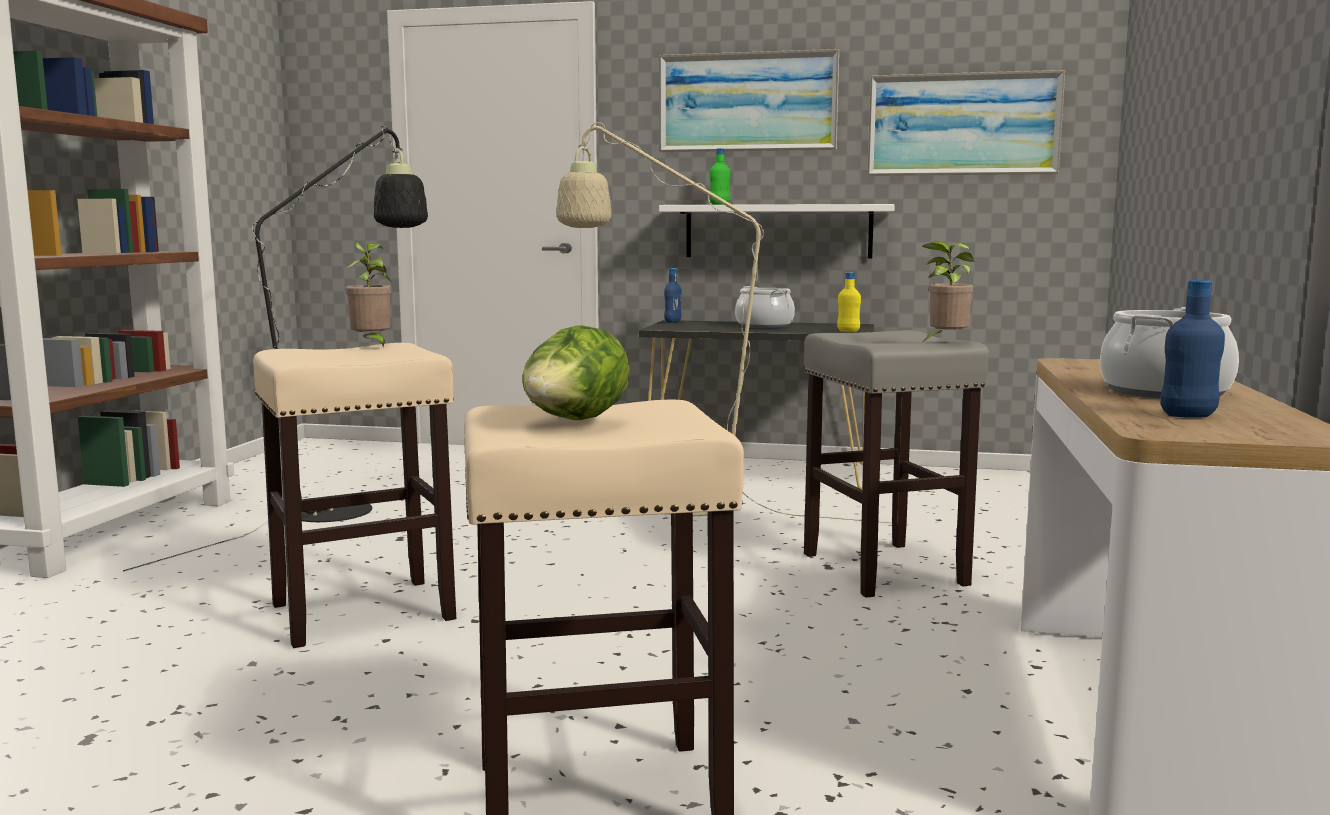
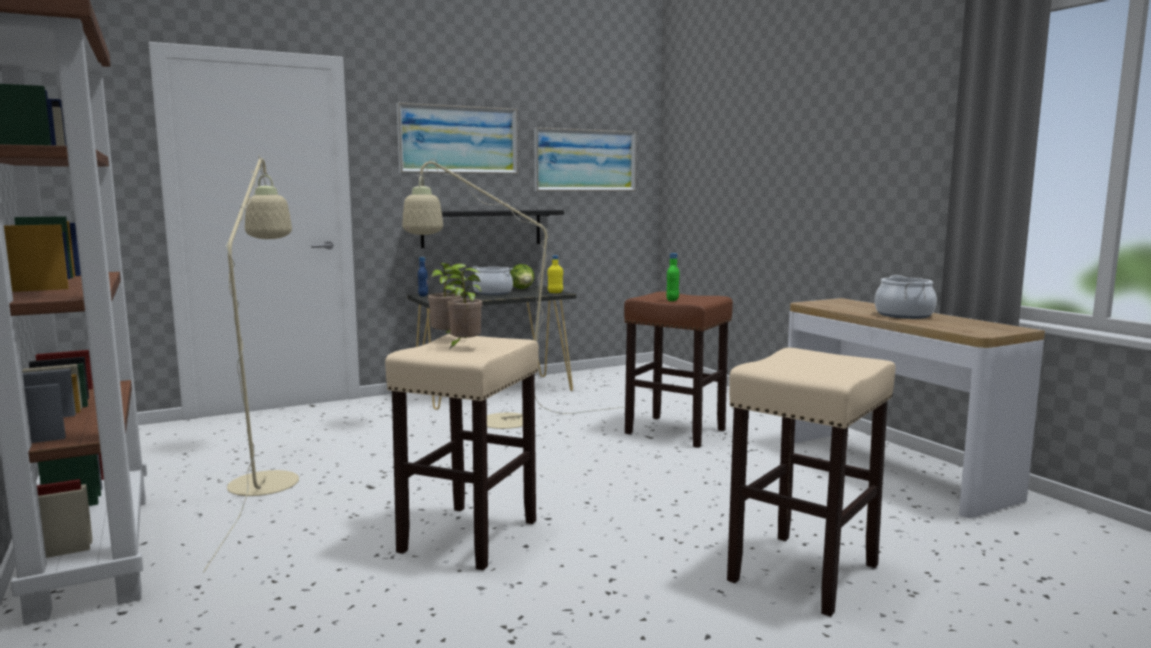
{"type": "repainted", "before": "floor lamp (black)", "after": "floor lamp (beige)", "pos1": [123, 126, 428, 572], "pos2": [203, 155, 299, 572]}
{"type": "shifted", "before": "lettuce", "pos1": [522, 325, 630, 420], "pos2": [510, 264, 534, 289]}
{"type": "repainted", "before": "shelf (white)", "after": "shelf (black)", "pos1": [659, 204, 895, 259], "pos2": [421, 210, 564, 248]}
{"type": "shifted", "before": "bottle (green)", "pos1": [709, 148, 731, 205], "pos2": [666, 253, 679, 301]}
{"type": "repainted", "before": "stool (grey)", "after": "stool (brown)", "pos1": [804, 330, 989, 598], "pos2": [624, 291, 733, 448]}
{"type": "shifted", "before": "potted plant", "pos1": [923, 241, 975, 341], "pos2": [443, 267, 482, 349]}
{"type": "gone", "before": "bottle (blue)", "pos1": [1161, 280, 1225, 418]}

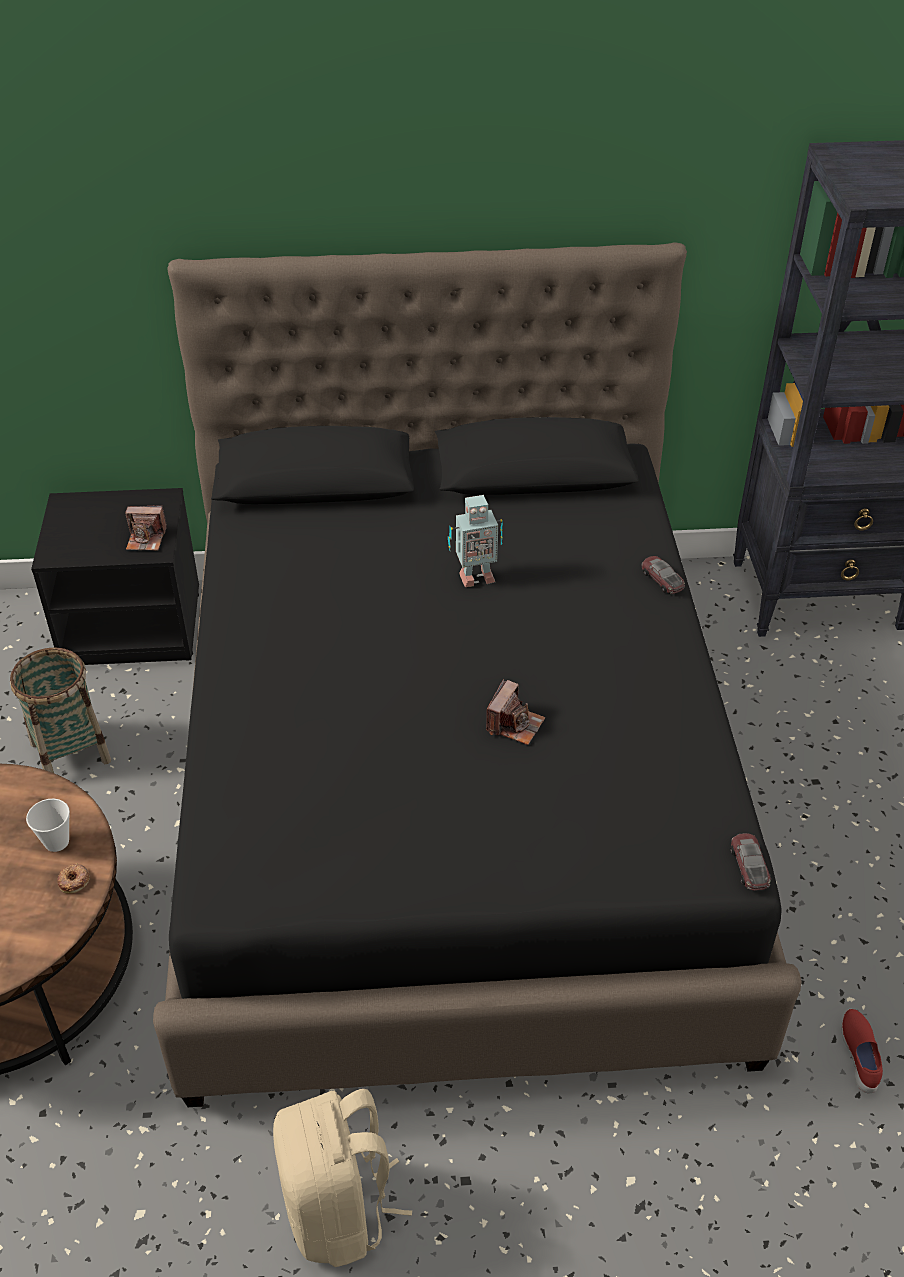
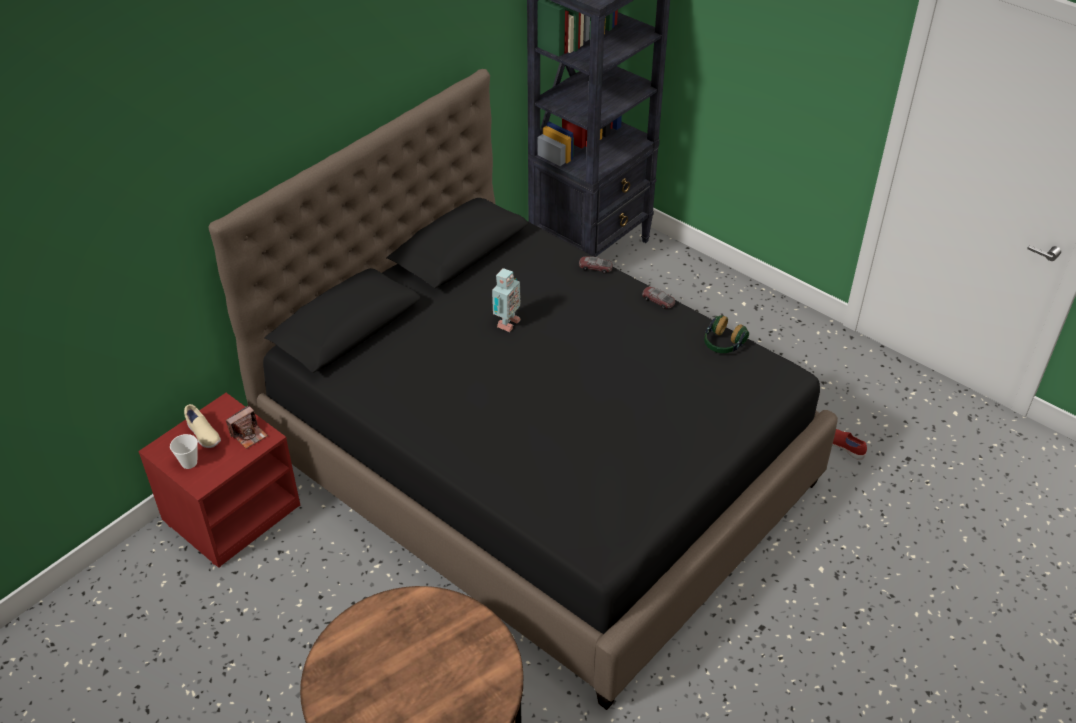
{"type": "gone", "before": "basket", "pos1": [10, 647, 111, 773]}
{"type": "shifted", "before": "cup", "pos1": [26, 799, 70, 852], "pos2": [170, 434, 198, 469]}
{"type": "repainted", "before": "nightstand (black)", "after": "nightstand (red)", "pos1": [31, 488, 199, 665], "pos2": [138, 393, 300, 568]}
{"type": "gone", "before": "donut", "pos1": [57, 863, 90, 894]}
{"type": "gone", "before": "backpack (beige)", "pos1": [273, 1089, 412, 1267]}
{"type": "gone", "before": "photo camera", "pos1": [486, 679, 545, 745]}
{"type": "shifted", "before": "toy car", "pos1": [730, 833, 771, 891], "pos2": [642, 287, 675, 309]}
{"type": "new", "after": "shoe (beige)", "pos2": [184, 404, 221, 448]}
{"type": "new", "after": "headphones", "pos2": [704, 315, 749, 353]}

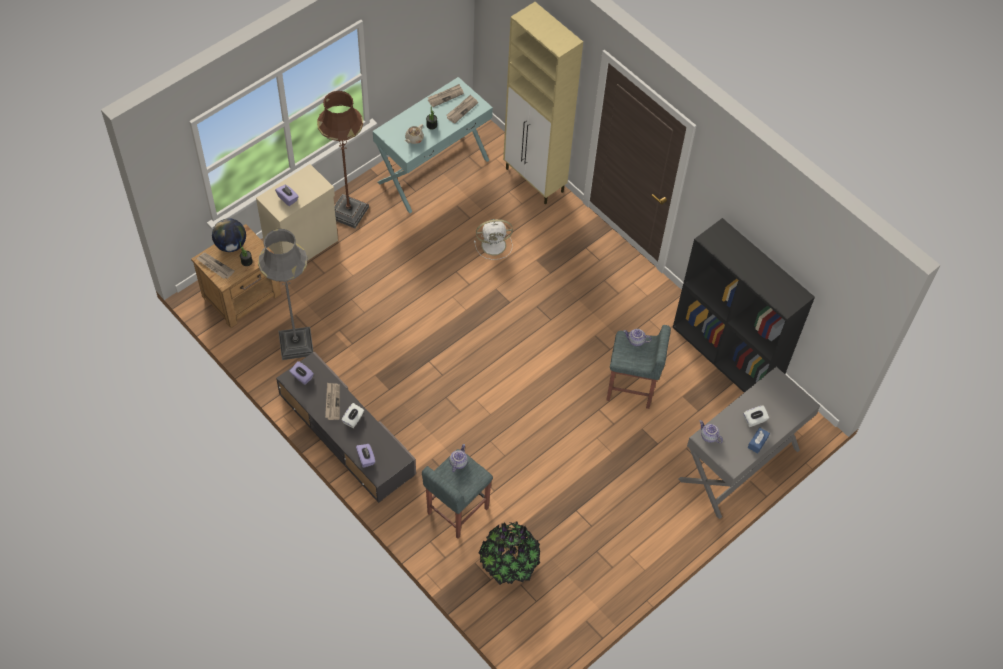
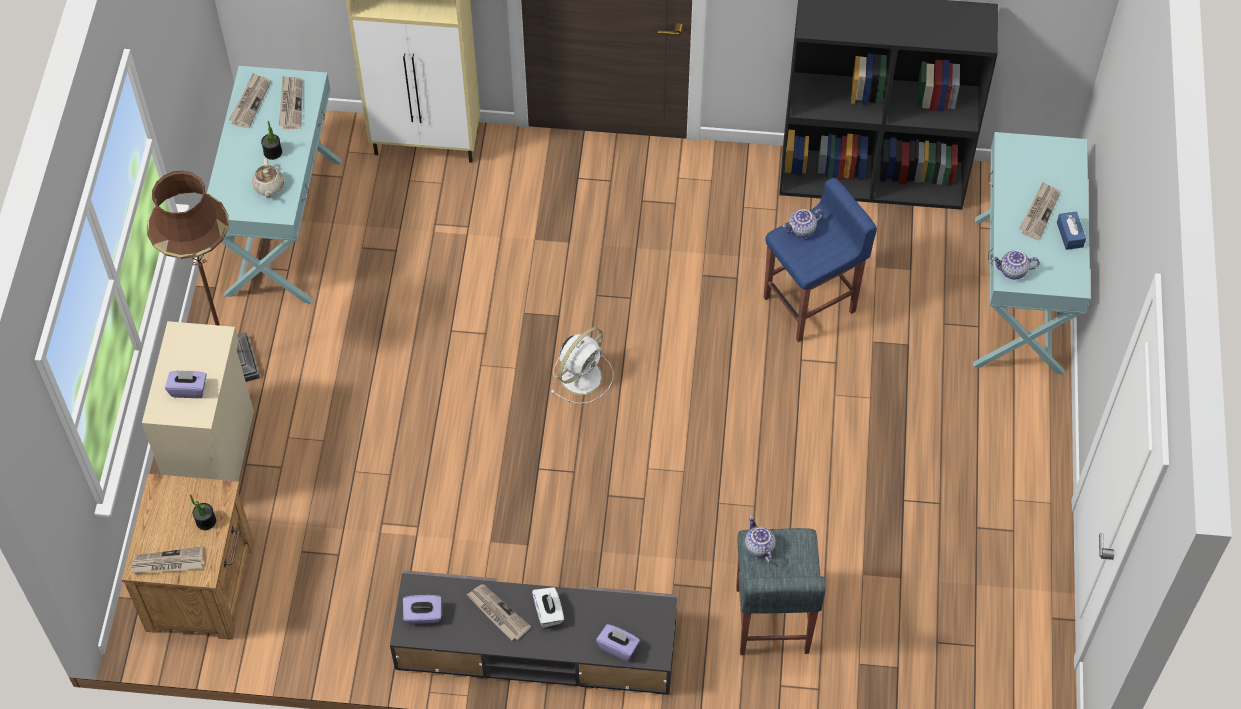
{"type": "gone", "before": "globe", "pos1": [212, 218, 246, 252]}
{"type": "gone", "before": "floor lamp (grey)", "pos1": [258, 229, 313, 360]}
{"type": "shifted", "before": "fan (white)", "pos1": [474, 219, 513, 260], "pos2": [551, 327, 613, 404]}
{"type": "gone", "before": "potted plant", "pos1": [479, 522, 540, 585]}
{"type": "repainted", "before": "stool (grey)", "after": "stool (blue)", "pos1": [606, 325, 671, 409], "pos2": [764, 178, 877, 342]}
{"type": "repainted", "before": "console table (grey)", "after": "console table (turquoise)", "pos1": [678, 367, 820, 519], "pos2": [973, 132, 1091, 374]}
{"type": "swapped", "before": "tissue box (white)", "after": "newspaper", "pos1": [743, 405, 769, 427], "pos2": [1019, 182, 1060, 240]}

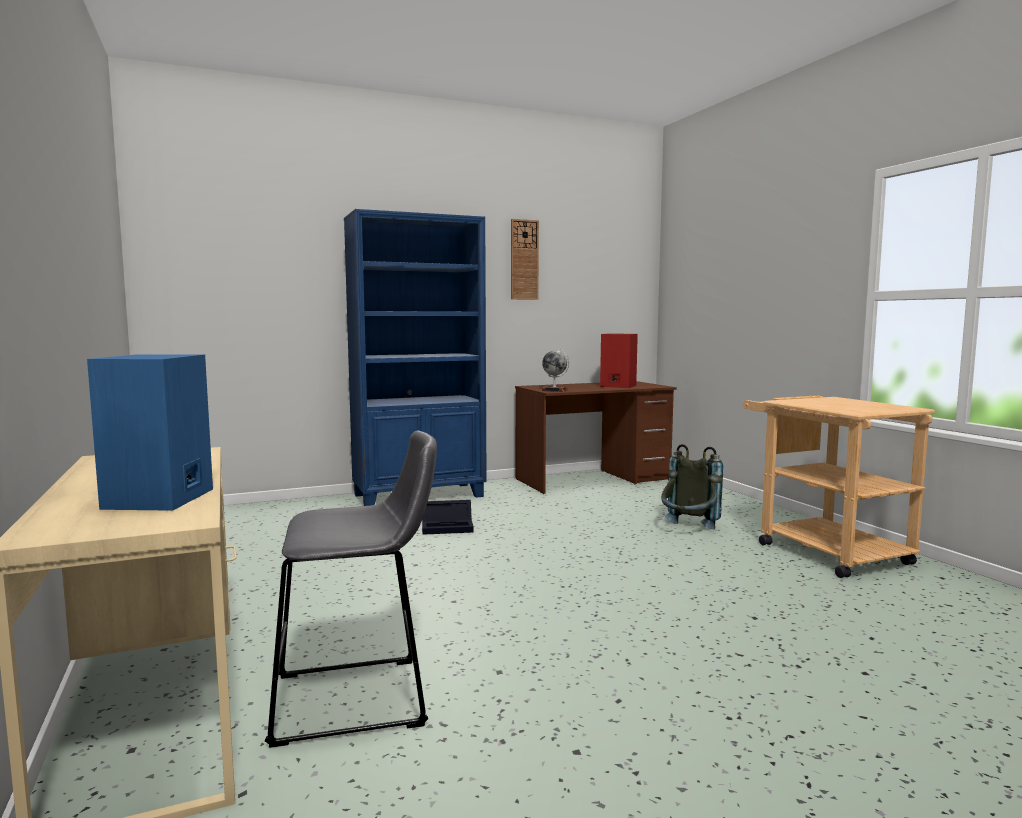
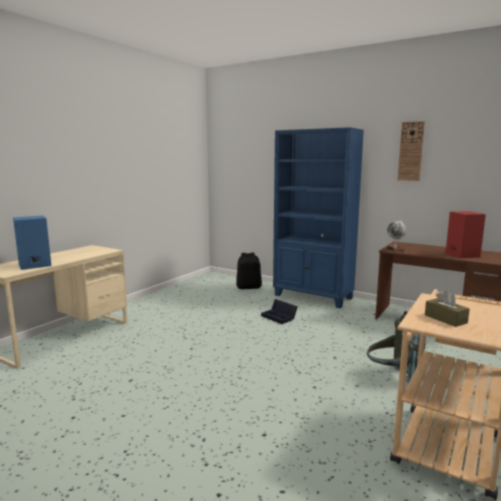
{"type": "gone", "before": "stool (grey)", "pos1": [265, 431, 437, 748]}
{"type": "new", "after": "backpack (black)", "pos2": [236, 252, 262, 289]}
{"type": "new", "after": "tissue box (brown)", "pos2": [425, 290, 470, 327]}

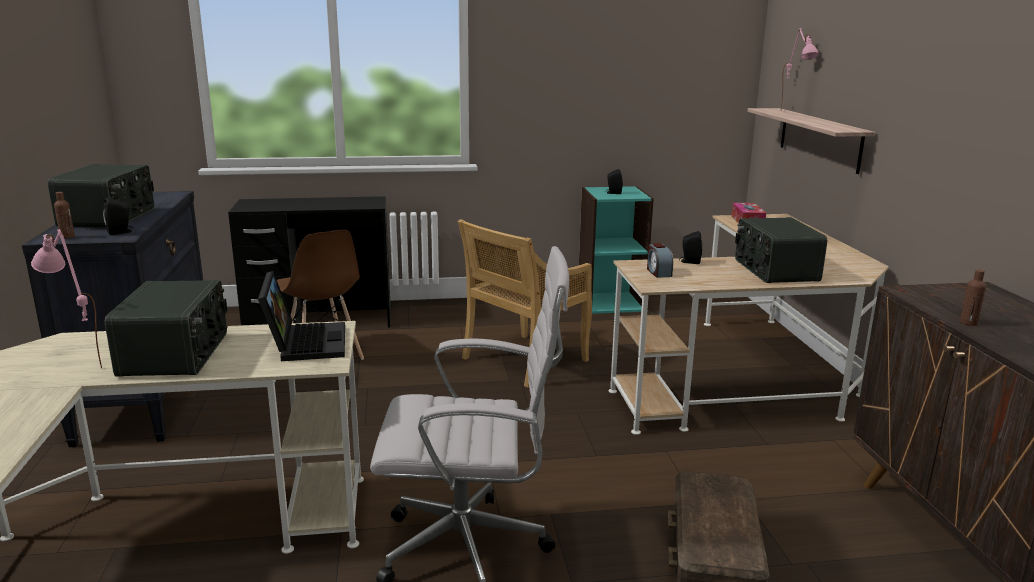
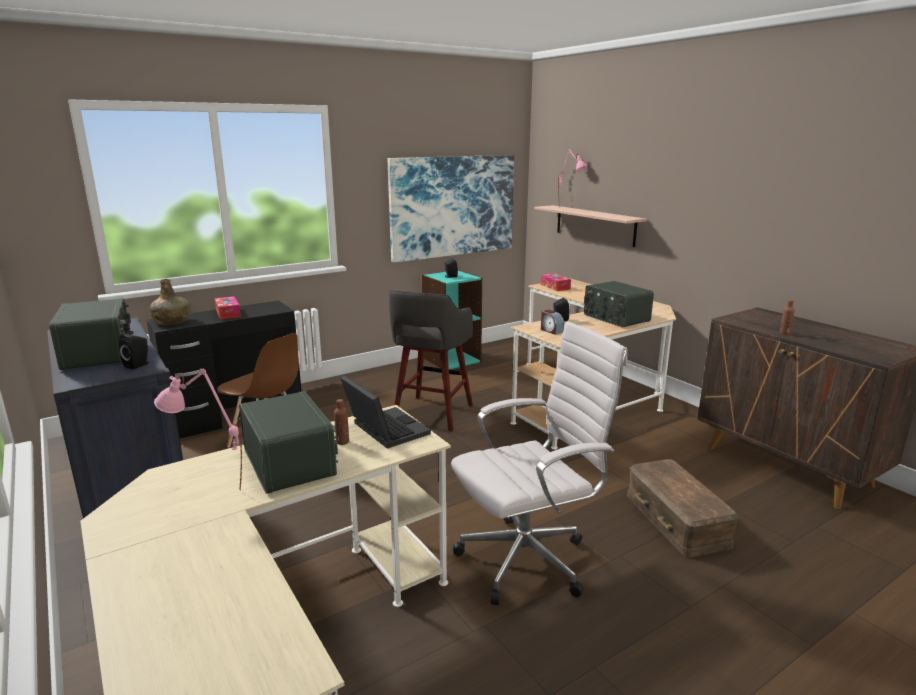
{"type": "shifted", "before": "bottle (brown)", "pos1": [54, 192, 75, 239], "pos2": [334, 399, 349, 445]}
{"type": "swapped", "before": "chair (beige)", "after": "stool (grey)", "pos1": [458, 219, 592, 388], "pos2": [389, 290, 473, 431]}
{"type": "new", "after": "bottle (green)", "pos2": [149, 279, 191, 325]}
{"type": "new", "after": "tissue box", "pos2": [214, 296, 241, 320]}
{"type": "new", "after": "picture", "pos2": [388, 155, 514, 262]}

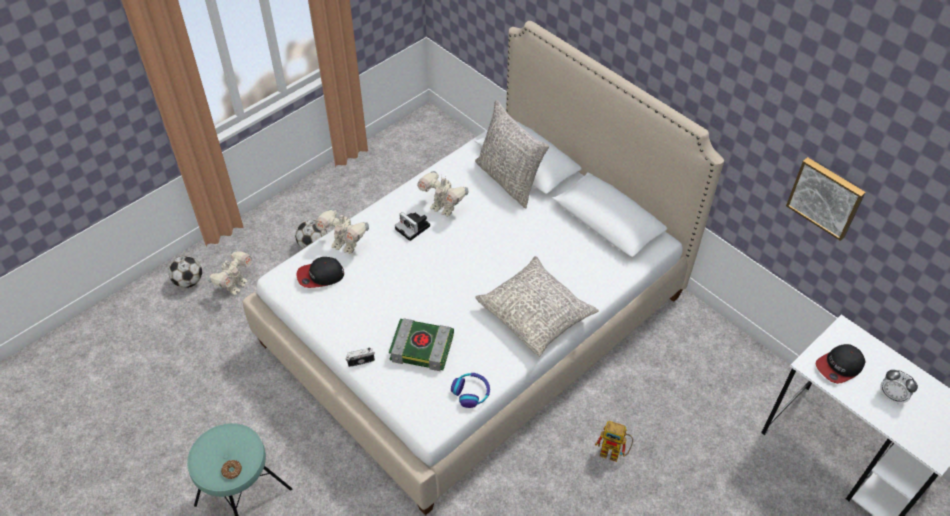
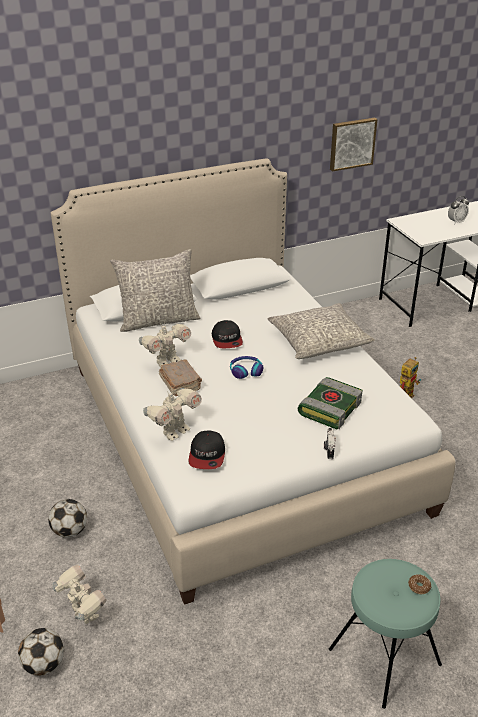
{"type": "swapped", "before": "photo camera", "after": "book (brown)", "pos1": [395, 212, 430, 241], "pos2": [159, 359, 202, 396]}
{"type": "shifted", "before": "headphones", "pos1": [451, 373, 490, 408], "pos2": [230, 356, 264, 379]}
{"type": "shifted", "before": "cap", "pos1": [816, 344, 865, 384], "pos2": [212, 320, 243, 348]}

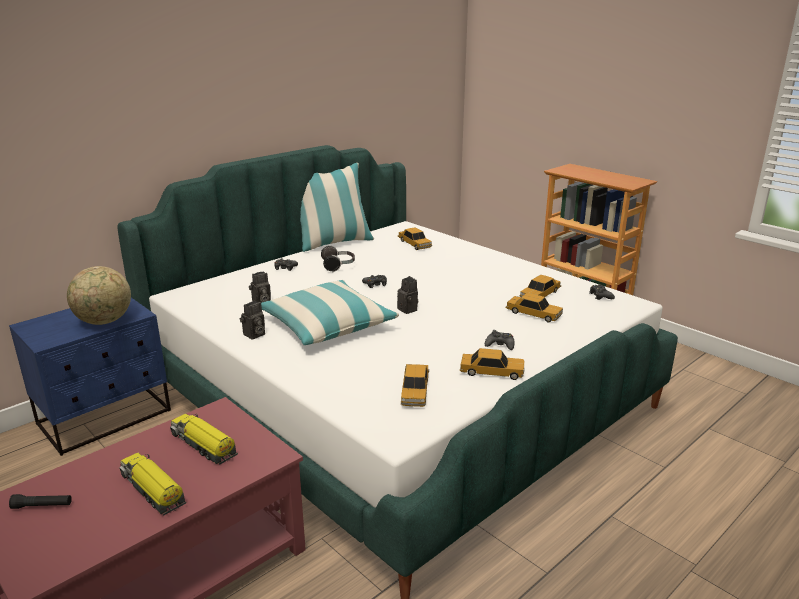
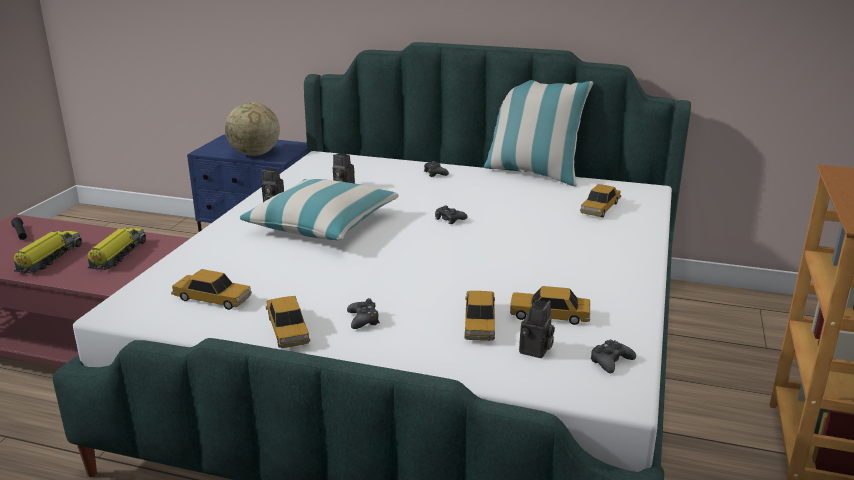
{"type": "gone", "before": "headphones", "pos1": [321, 245, 355, 272]}
{"type": "shifted", "before": "photo camera", "pos1": [397, 276, 418, 314], "pos2": [519, 300, 555, 358]}
{"type": "rotated", "before": "toy car", "pos1": [401, 364, 429, 407], "pos2": [171, 269, 252, 310], "turn": -135}

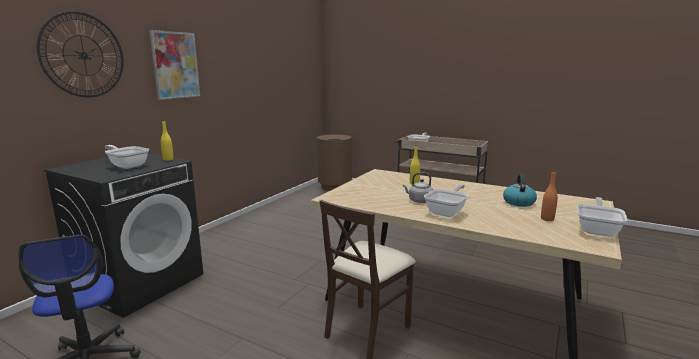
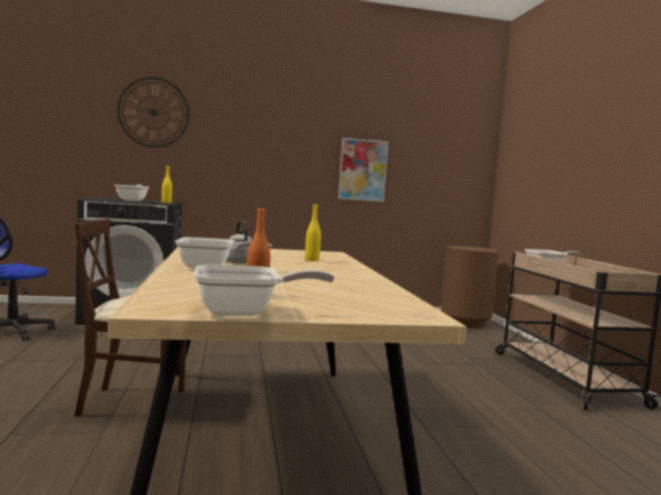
{"type": "shifted", "before": "picture", "pos1": [149, 30, 200, 100], "pos2": [338, 137, 389, 202]}
{"type": "gone", "before": "kettle", "pos1": [503, 173, 537, 207]}

